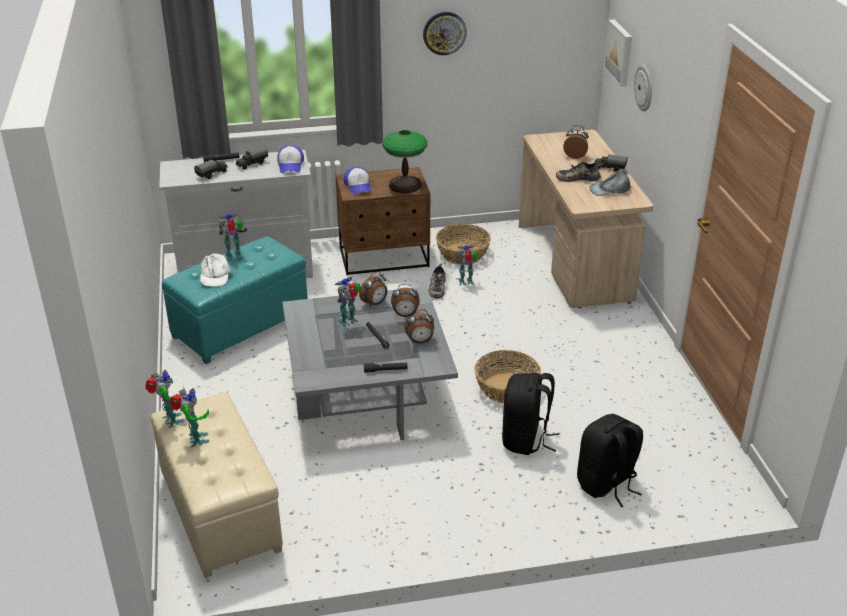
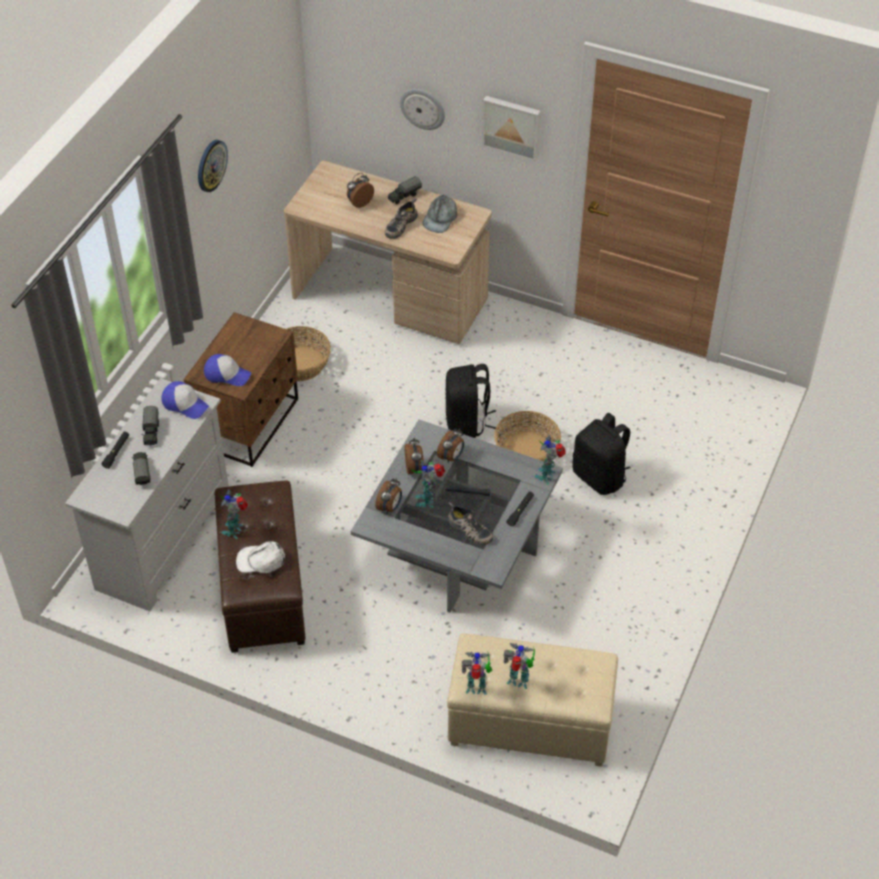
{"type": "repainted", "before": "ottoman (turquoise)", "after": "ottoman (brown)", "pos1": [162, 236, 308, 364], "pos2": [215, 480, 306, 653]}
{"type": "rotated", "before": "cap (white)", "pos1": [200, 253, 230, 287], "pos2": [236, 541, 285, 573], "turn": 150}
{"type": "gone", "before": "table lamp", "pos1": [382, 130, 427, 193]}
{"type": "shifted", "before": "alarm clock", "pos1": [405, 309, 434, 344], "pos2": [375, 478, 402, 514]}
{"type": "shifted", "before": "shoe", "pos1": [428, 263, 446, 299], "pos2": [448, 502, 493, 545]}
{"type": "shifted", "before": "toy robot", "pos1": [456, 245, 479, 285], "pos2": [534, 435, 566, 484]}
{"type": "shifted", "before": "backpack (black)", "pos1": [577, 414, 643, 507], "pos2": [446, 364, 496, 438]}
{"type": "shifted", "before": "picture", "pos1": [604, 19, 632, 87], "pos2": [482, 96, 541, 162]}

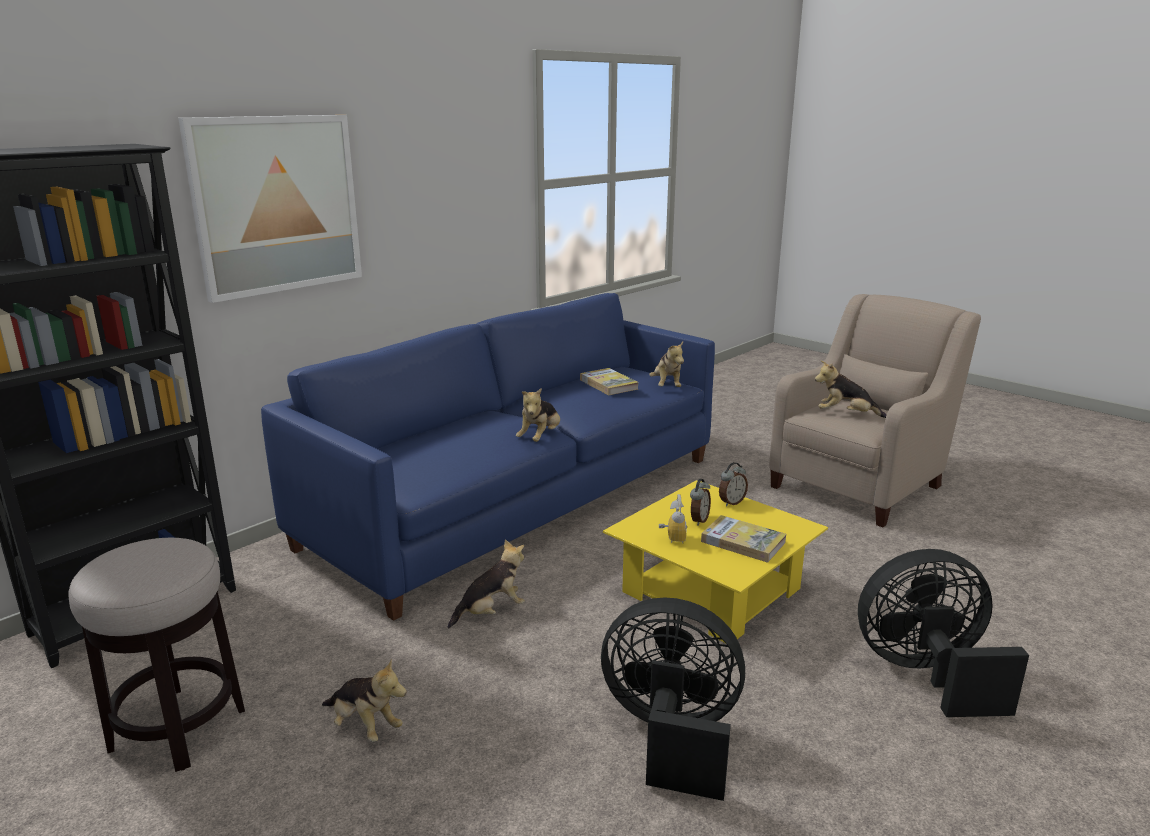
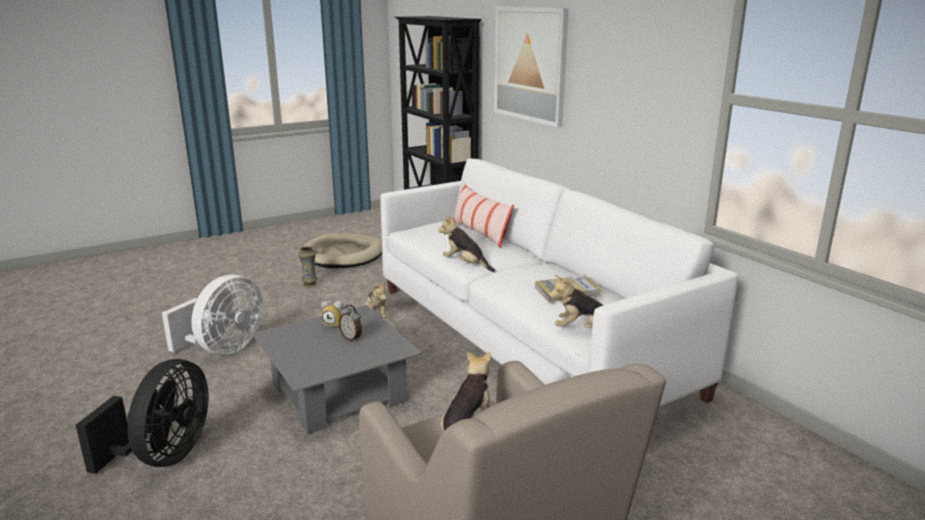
{"type": "swapped", "before": "stool", "after": "dog bed (beige)", "pos1": [68, 538, 245, 772], "pos2": [303, 233, 382, 268]}
{"type": "repainted", "before": "sofa (blue)", "after": "sofa (white)", "pos1": [261, 293, 715, 621], "pos2": [380, 158, 738, 407]}
{"type": "swapped", "before": "plush toy", "after": "vase", "pos1": [322, 659, 407, 742], "pos2": [298, 246, 318, 287]}
{"type": "repainted", "before": "fan (black)", "after": "fan (white)", "pos1": [601, 597, 745, 801], "pos2": [162, 274, 263, 355]}
{"type": "repainted", "before": "coffee table (yellow)", "after": "coffee table (grey)", "pos1": [603, 480, 828, 643], "pos2": [252, 305, 422, 434]}
{"type": "gone", "before": "book", "pos1": [701, 515, 786, 562]}
{"type": "gone", "before": "alarm clock", "pos1": [719, 462, 748, 506]}
{"type": "new", "after": "pillow", "pos2": [453, 184, 514, 248]}

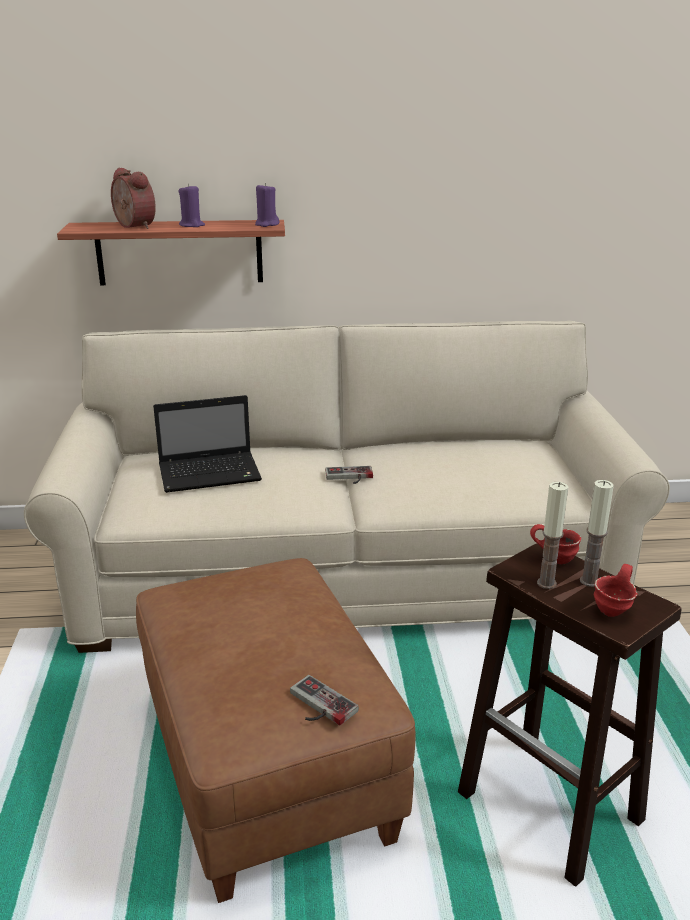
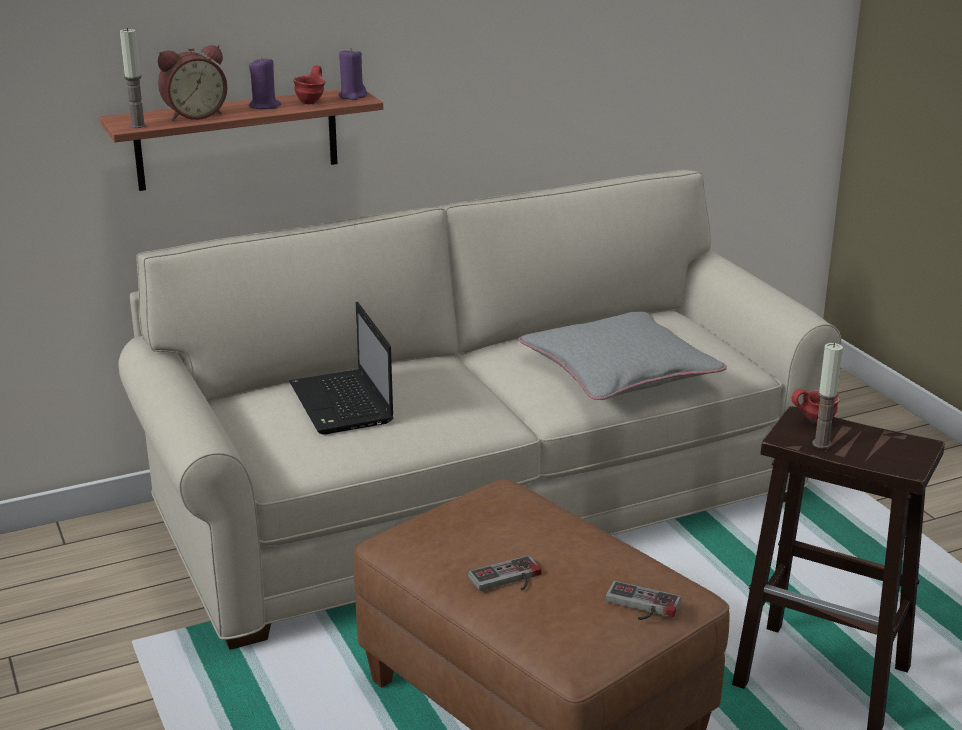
{"type": "rotated", "before": "alarm clock", "pos1": [111, 168, 156, 229], "pos2": [158, 45, 227, 121], "turn": 120}
{"type": "rotated", "before": "laptop", "pos1": [153, 395, 262, 493], "pos2": [289, 302, 393, 435], "turn": 105}
{"type": "shifted", "before": "game controller", "pos1": [325, 466, 373, 484], "pos2": [468, 555, 542, 591]}
{"type": "shifted", "before": "candle", "pos1": [580, 480, 614, 587], "pos2": [120, 28, 147, 128]}
{"type": "shifted", "before": "mug (red)", "pos1": [594, 564, 637, 617], "pos2": [293, 65, 325, 104]}
{"type": "new", "after": "pillow (grey)", "pos2": [518, 311, 727, 400]}

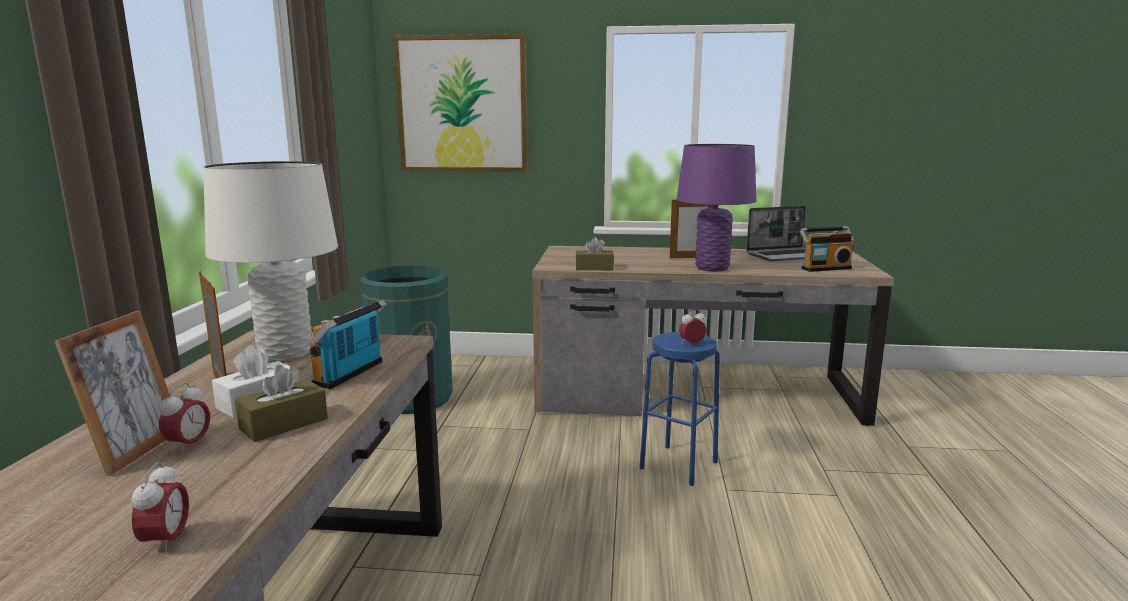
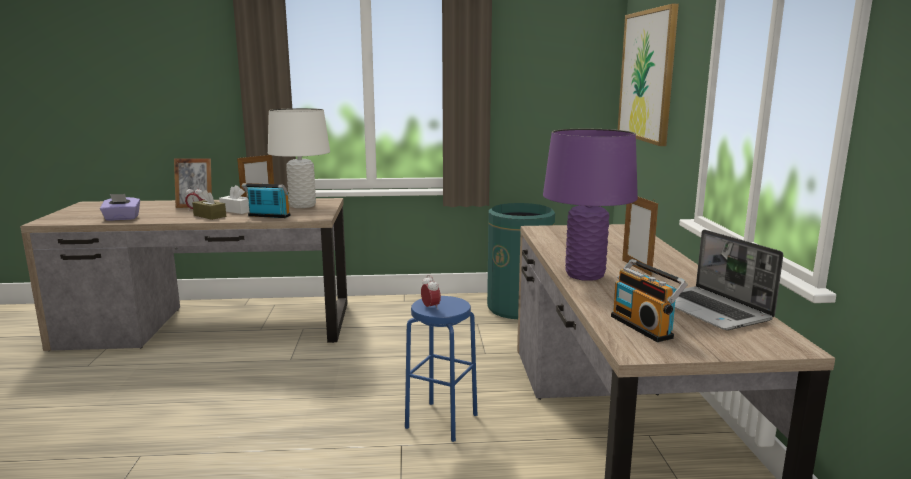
{"type": "swapped", "before": "alarm clock", "after": "tissue box (purple)", "pos1": [131, 462, 189, 555], "pos2": [100, 194, 140, 221]}
{"type": "gone", "before": "tissue box (brown)", "pos1": [576, 237, 614, 270]}

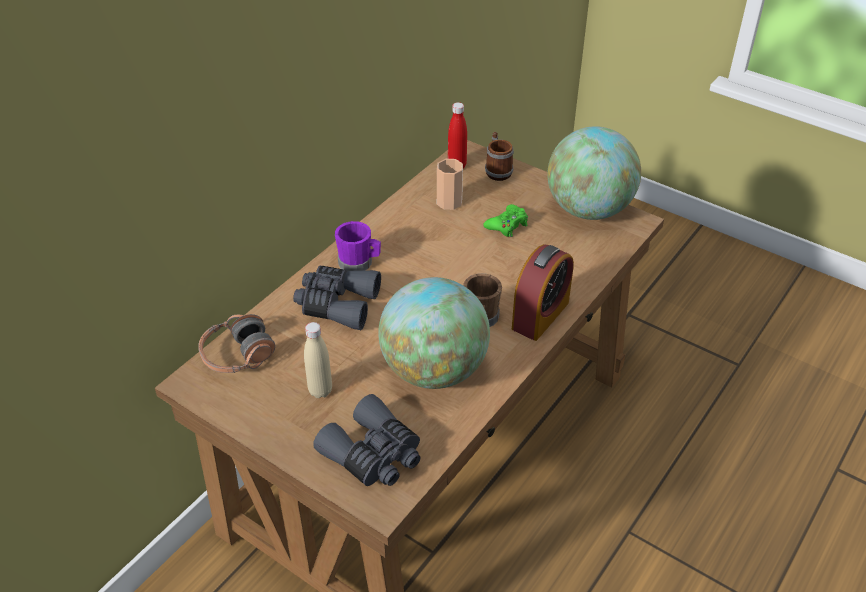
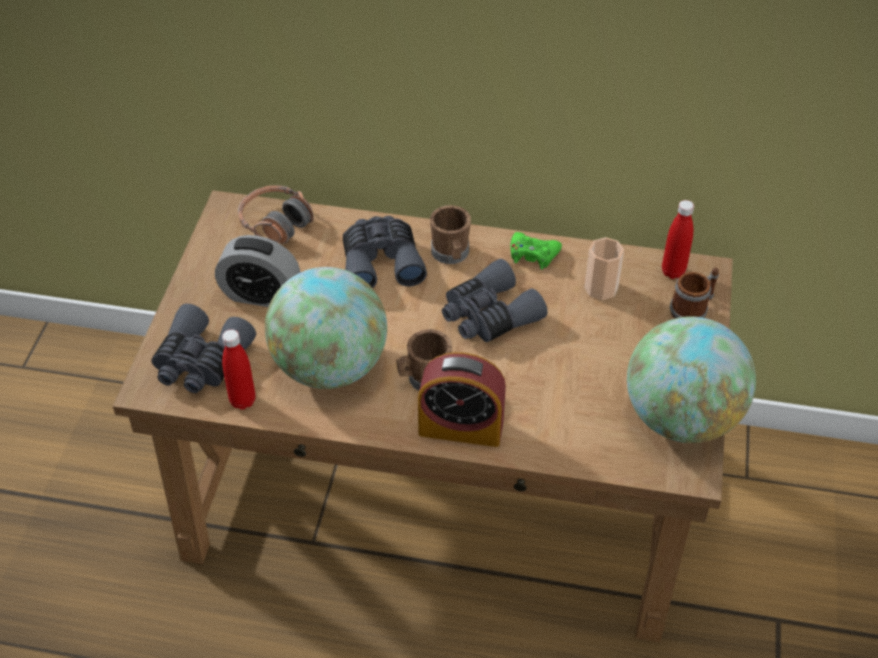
{"type": "swapped", "before": "bottle (beige)", "after": "alarm clock", "pos1": [304, 322, 332, 398], "pos2": [215, 235, 300, 307]}
{"type": "repainted", "before": "mug (purple)", "after": "mug (brown)", "pos1": [335, 221, 381, 271], "pos2": [430, 205, 471, 264]}
{"type": "shifted", "before": "game controller (green)", "pos1": [483, 204, 528, 237], "pos2": [511, 232, 562, 270]}
{"type": "new", "after": "bottle (red)", "pos2": [222, 329, 256, 410]}
{"type": "new", "after": "binoculars (grey)", "pos2": [442, 259, 547, 342]}

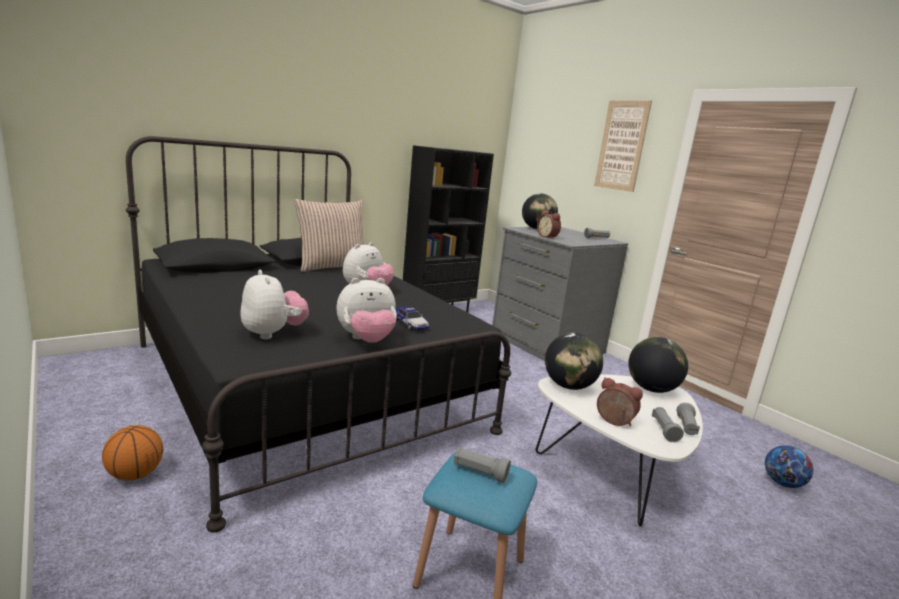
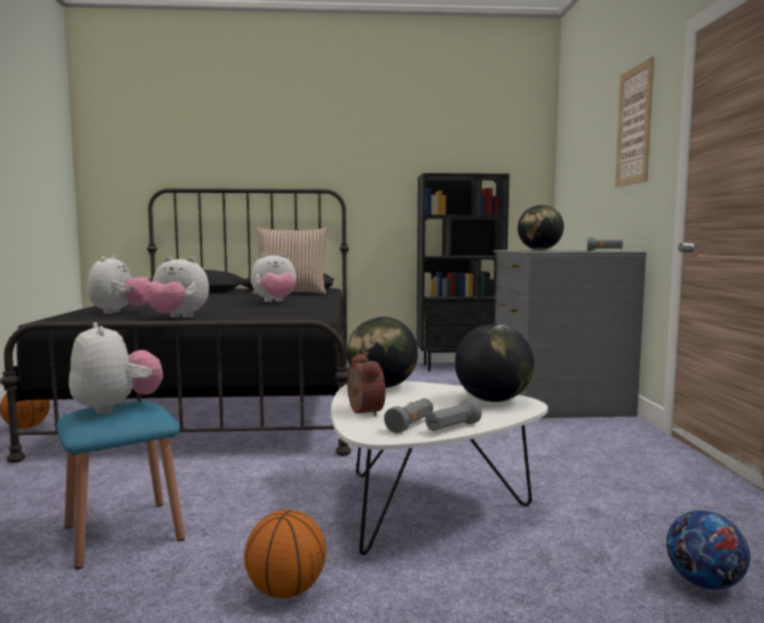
{"type": "gone", "before": "toy car", "pos1": [395, 306, 429, 330]}
{"type": "swapped", "before": "flashlight (grey)", "after": "plush toy", "pos1": [454, 447, 511, 483], "pos2": [69, 322, 163, 414]}
{"type": "gone", "before": "alarm clock", "pos1": [537, 210, 561, 239]}
{"type": "new", "after": "basketball", "pos2": [244, 509, 326, 599]}

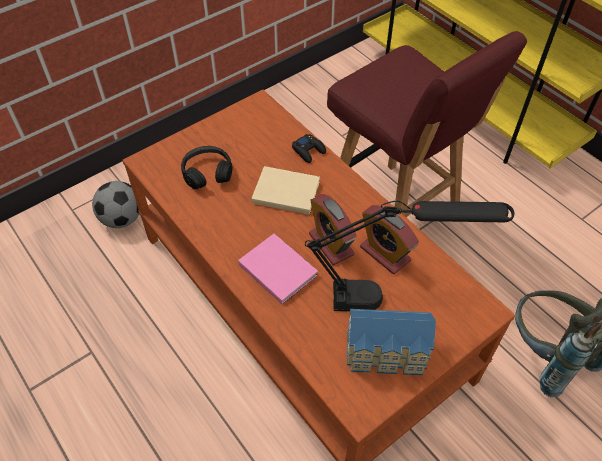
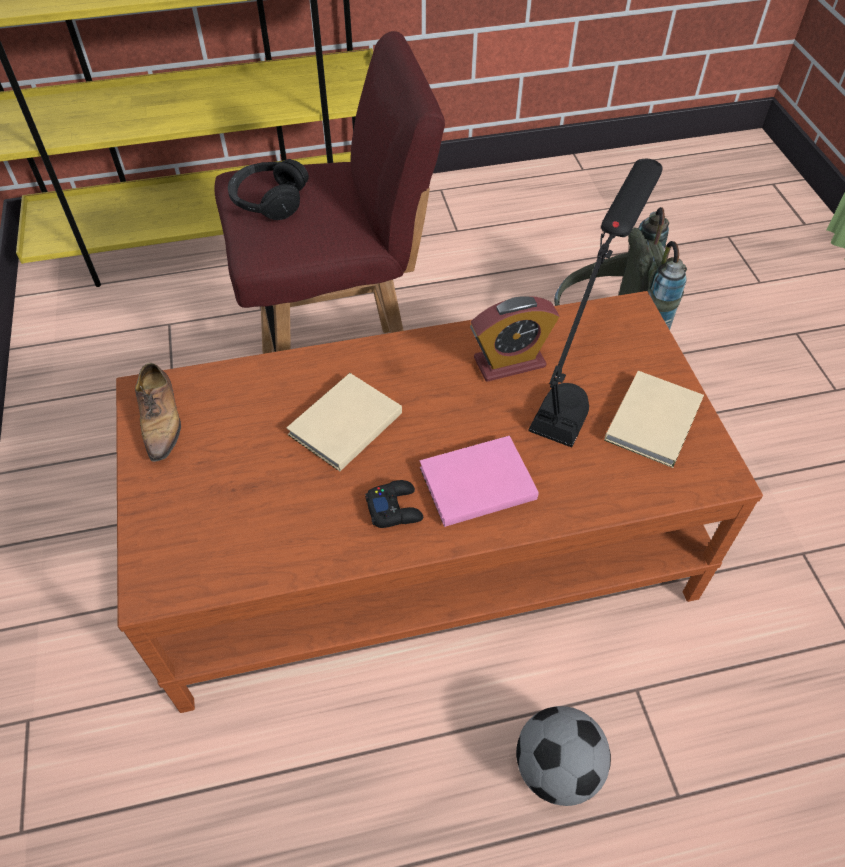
{"type": "shifted", "before": "football", "pos1": [92, 181, 139, 228], "pos2": [516, 706, 611, 806]}
{"type": "shifted", "before": "headphones (black)", "pos1": [181, 146, 233, 189], "pos2": [228, 159, 309, 220]}
{"type": "shifted", "before": "game controller (black)", "pos1": [292, 134, 326, 163], "pos2": [365, 480, 423, 528]}
{"type": "gone", "before": "alarm clock", "pos1": [309, 194, 357, 265]}
{"type": "swapped", "before": "toy house", "after": "book (beige)", "pos1": [347, 309, 436, 375], "pos2": [604, 371, 704, 468]}
{"type": "new", "after": "shoe", "pos2": [135, 363, 181, 462]}

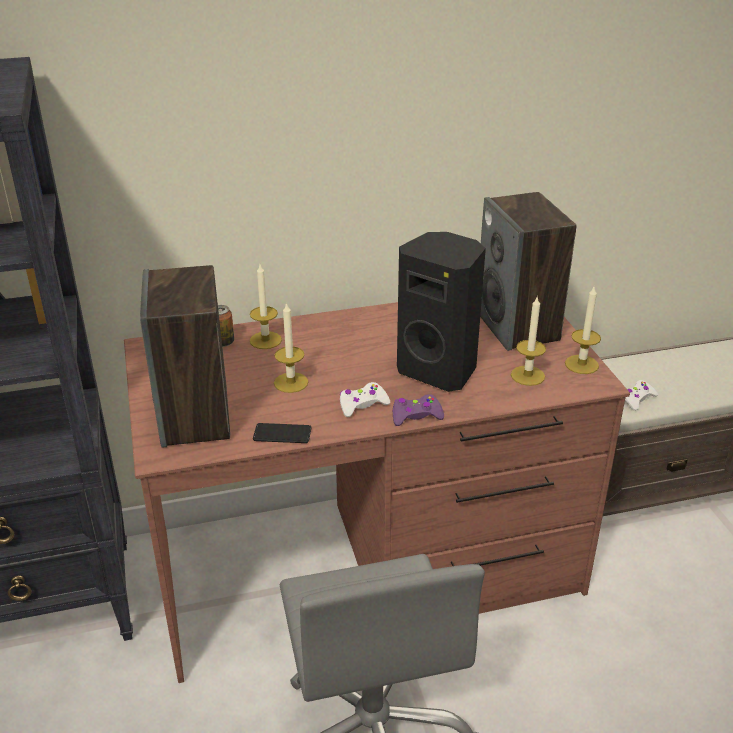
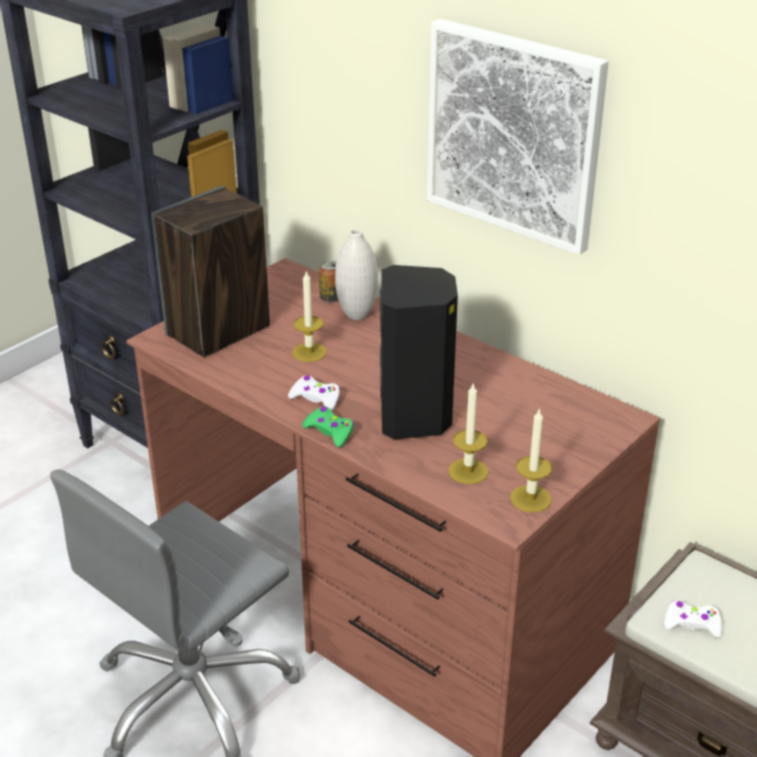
{"type": "swapped", "before": "candle", "after": "vase (white)", "pos1": [250, 265, 282, 349], "pos2": [335, 229, 378, 320]}
{"type": "gone", "before": "phone", "pos1": [253, 423, 312, 443]}
{"type": "repainted", "before": "game controller (purple)", "after": "game controller (green)", "pos1": [393, 394, 444, 426], "pos2": [302, 406, 354, 447]}
{"type": "gone", "before": "speaker", "pos1": [480, 192, 576, 351]}
{"type": "new", "after": "picture", "pos2": [427, 19, 609, 255]}

